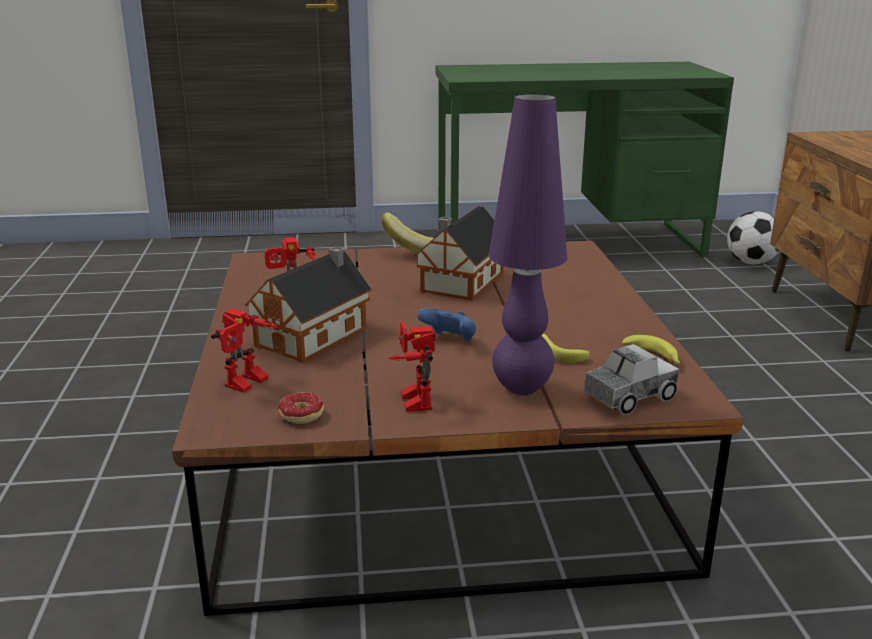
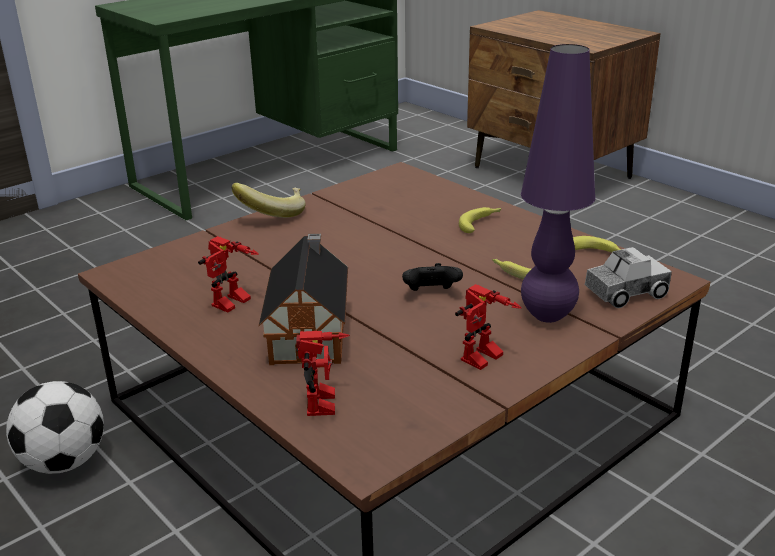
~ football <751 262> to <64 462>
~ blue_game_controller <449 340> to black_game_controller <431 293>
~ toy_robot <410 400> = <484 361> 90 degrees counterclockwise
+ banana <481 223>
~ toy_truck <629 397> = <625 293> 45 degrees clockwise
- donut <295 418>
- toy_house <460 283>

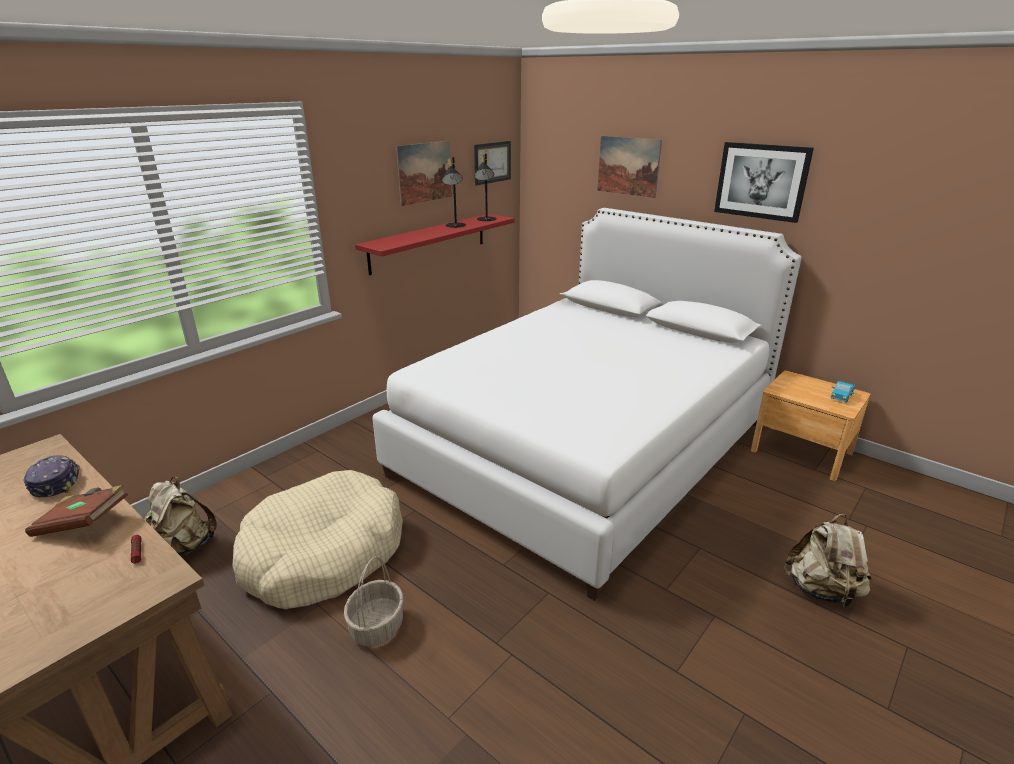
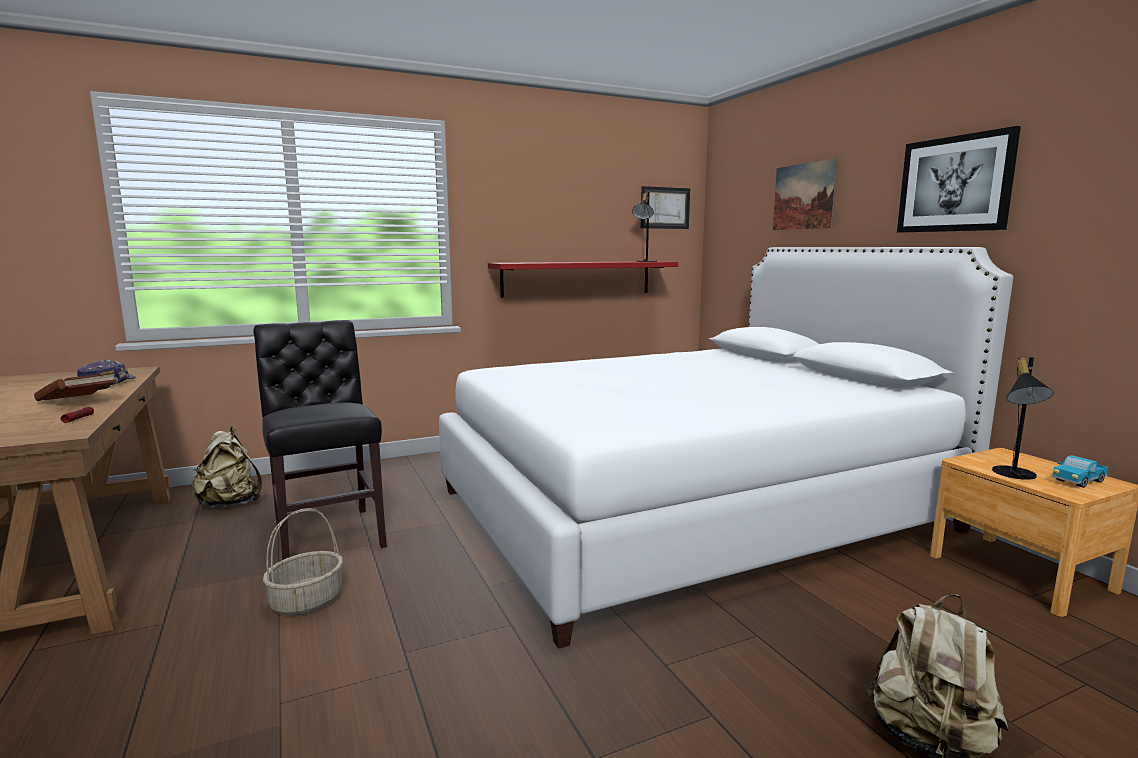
~ beige_dog_bed <323 553> to black_chair <328 534>
~ black_table_lamp <455 226> to <1014 475>
- picture <425 172>

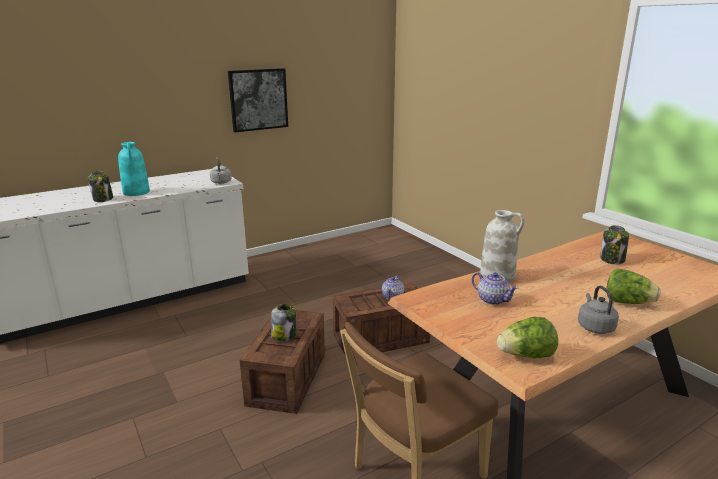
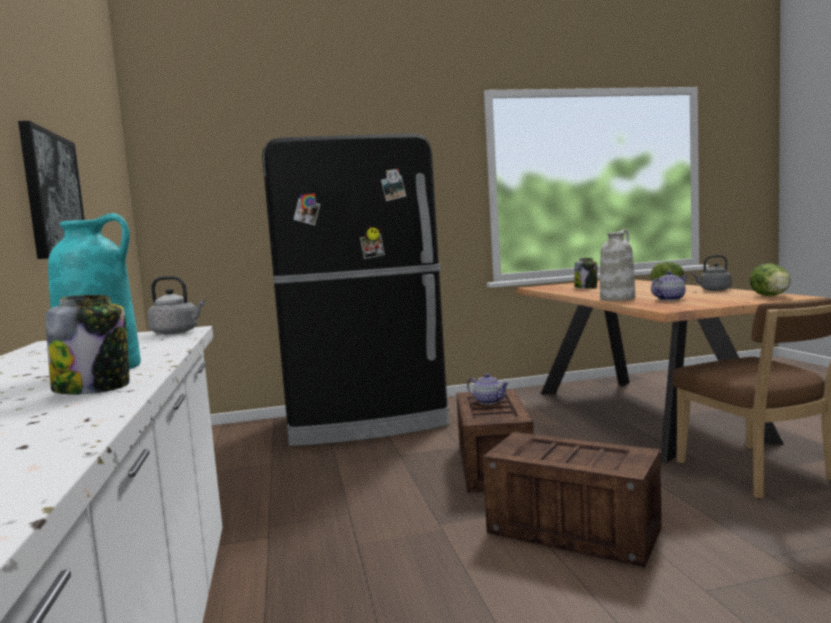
+ black_fridge <366 422>
- jar <284 335>

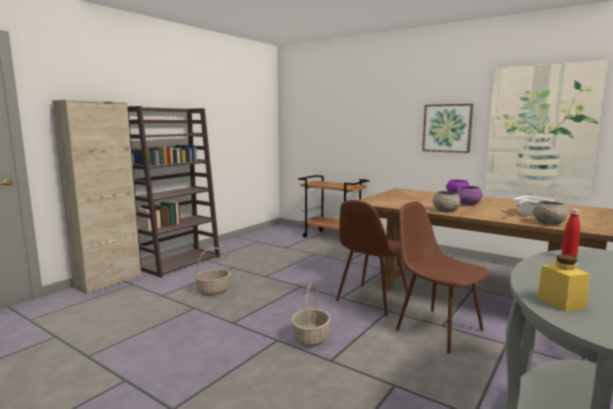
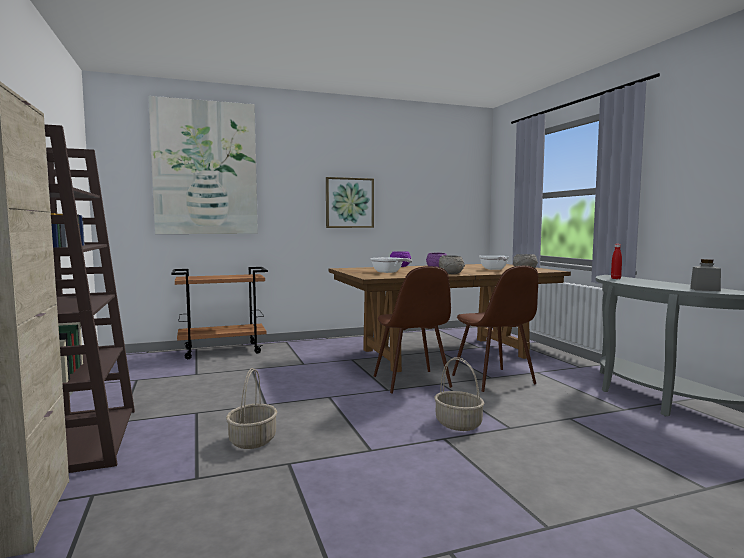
~ picture <540 130> to <205 168>
+ frying_pan <389 272>
~ brown_chair <437 329> = <494 380> 105 degrees counterclockwise
~ yellow_jar <561 302> to grey_jar <705 289>

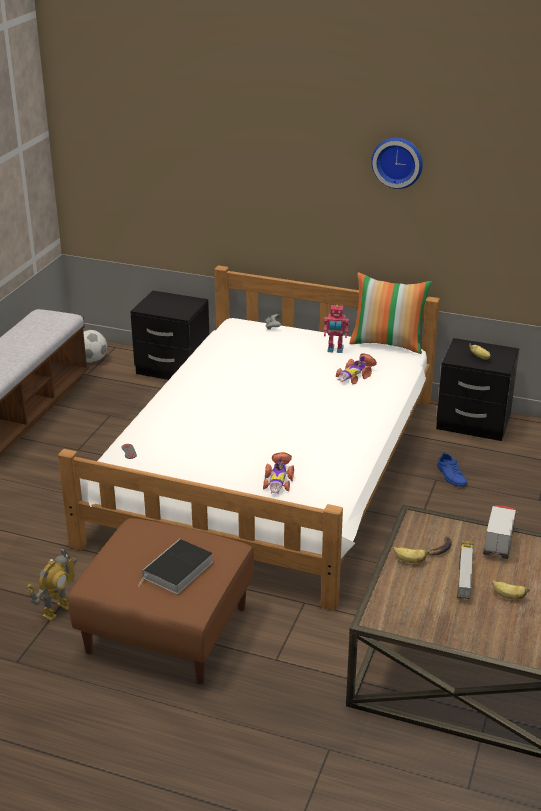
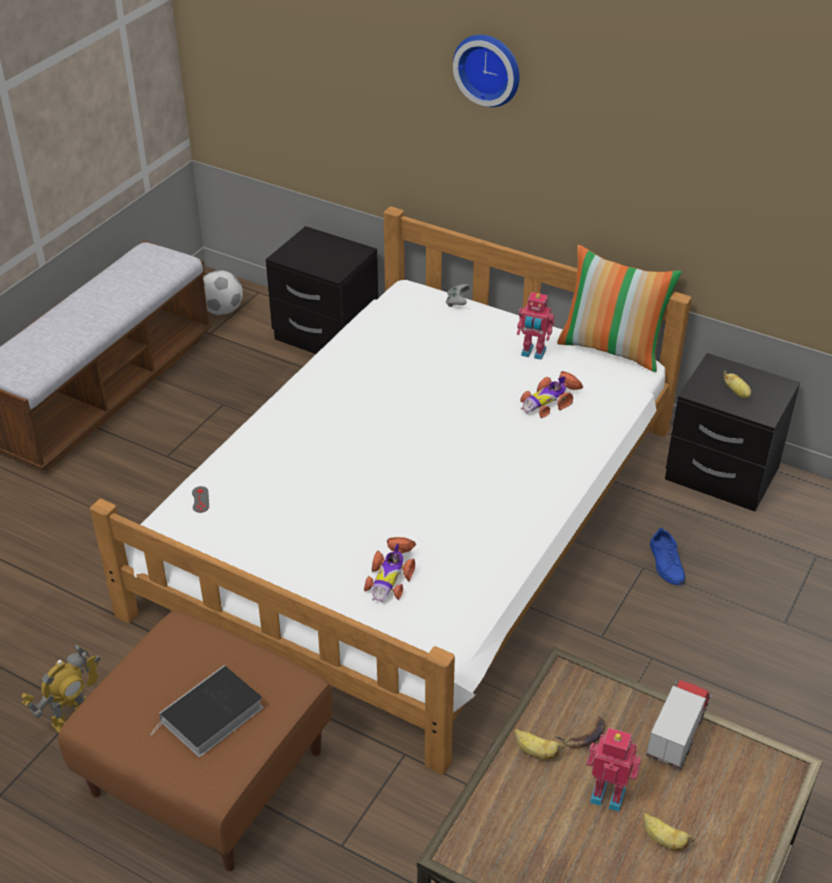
~ wall_clock <398 161> to <489 68>
~ toy_truck <464 577> to toy_robot <608 793>

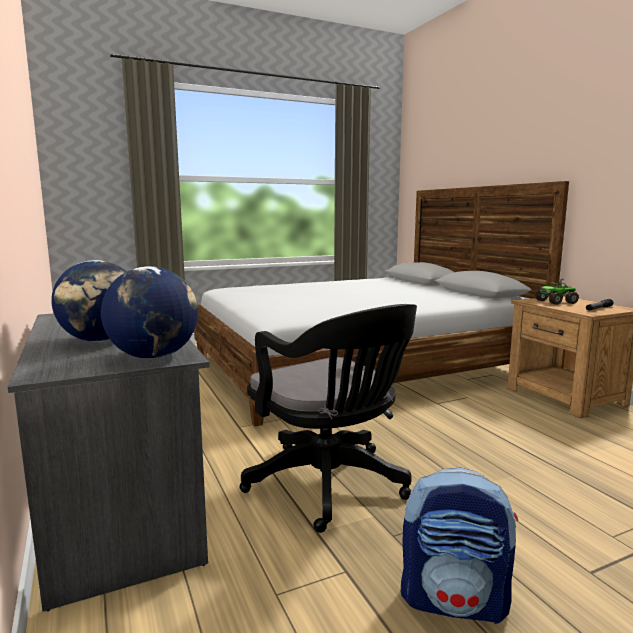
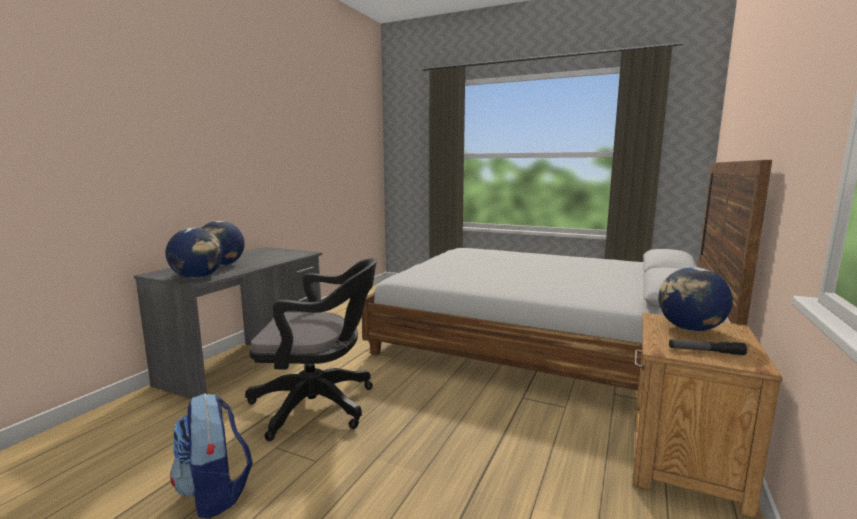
~ black_office_chair <331 486> = <320 405> 105 degrees counterclockwise
~ toy_truck <556 302> to globe <690 329>

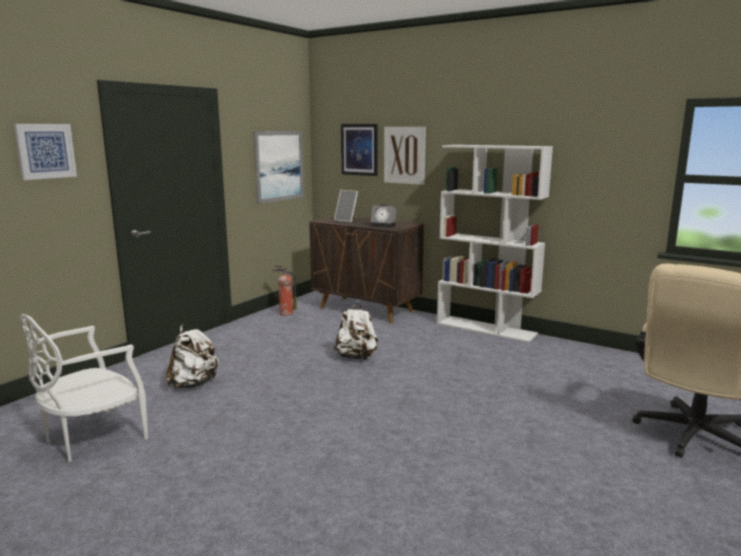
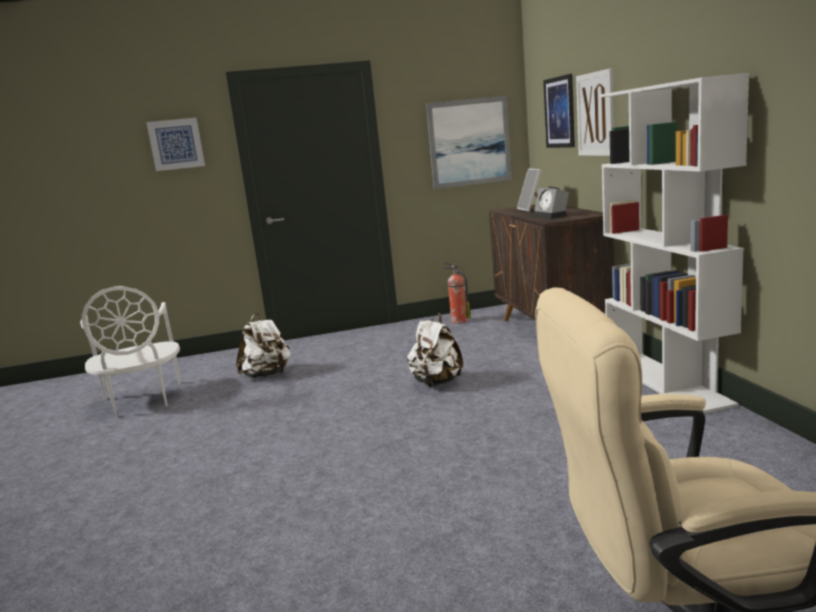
~ white_chair <92 438> = <142 401> 105 degrees counterclockwise

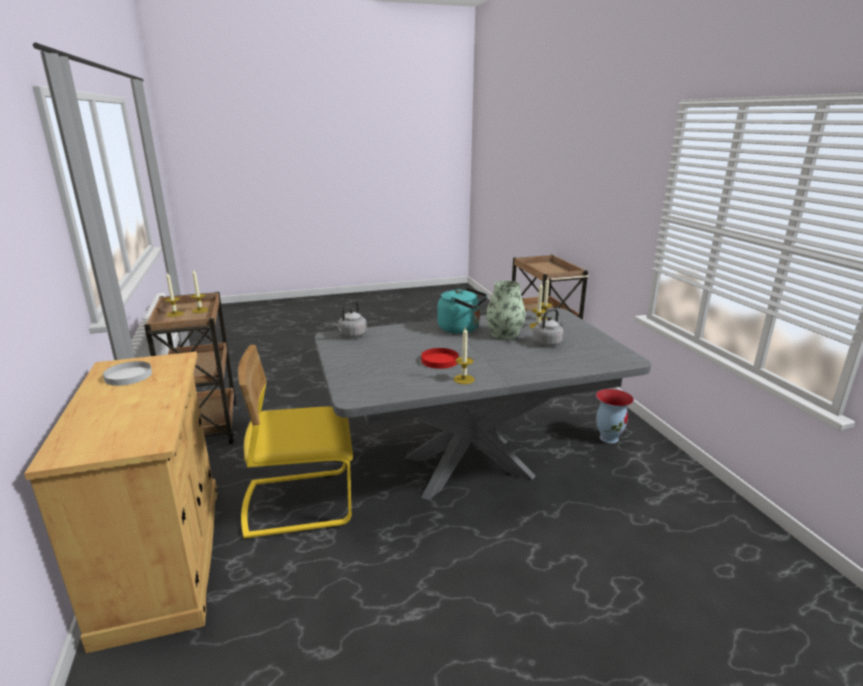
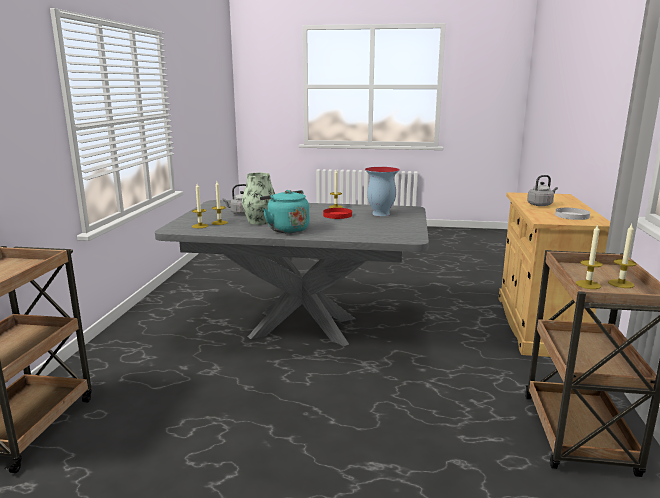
~ vase <609 437> to <380 214>
~ grey_kettle <351 335> to <540 205>
- yellow_chair <299 502>

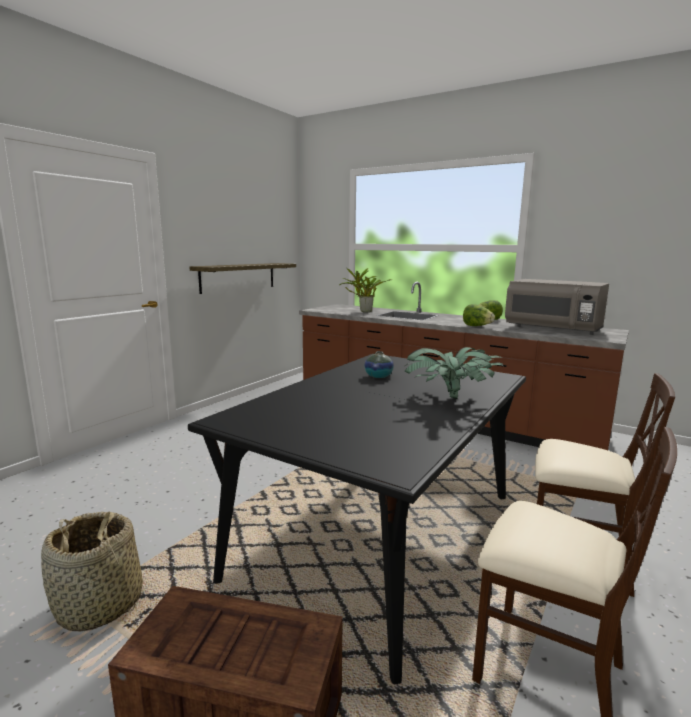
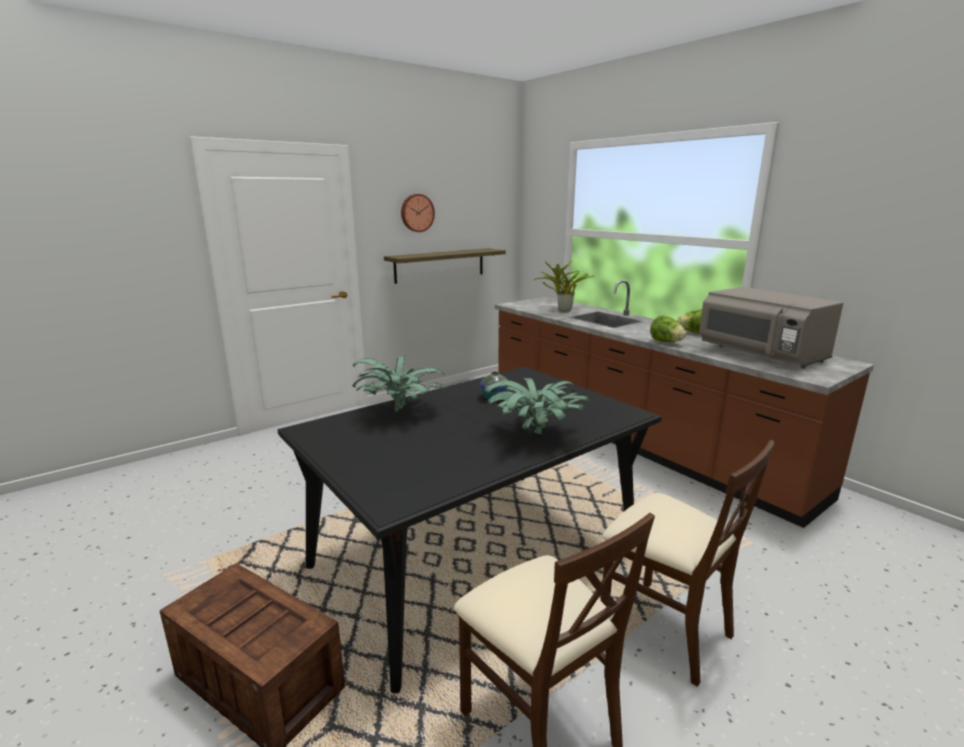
+ potted_plant <400 412>
+ wall_clock <417 213>
- basket <100 605>

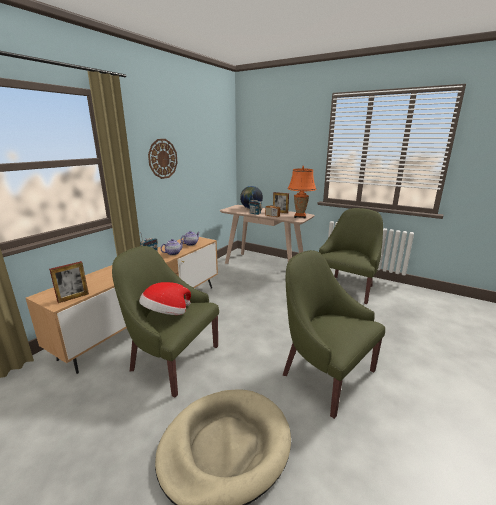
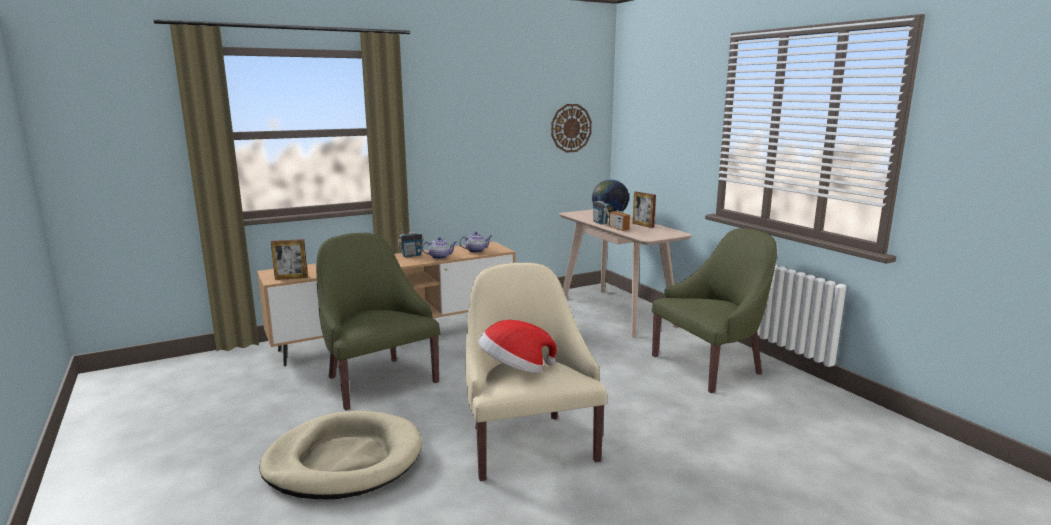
~ green_armchair <325 374> to beige_armchair <527 443>
~ hat <166 314> to <515 369>
~ wall_clock <162 159> to <571 128>
- orange_table_lamp <300 216>

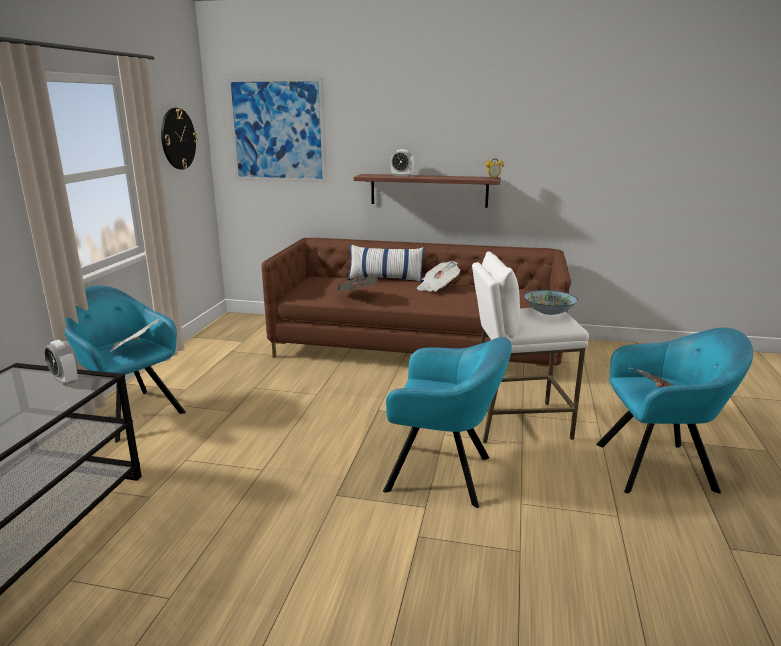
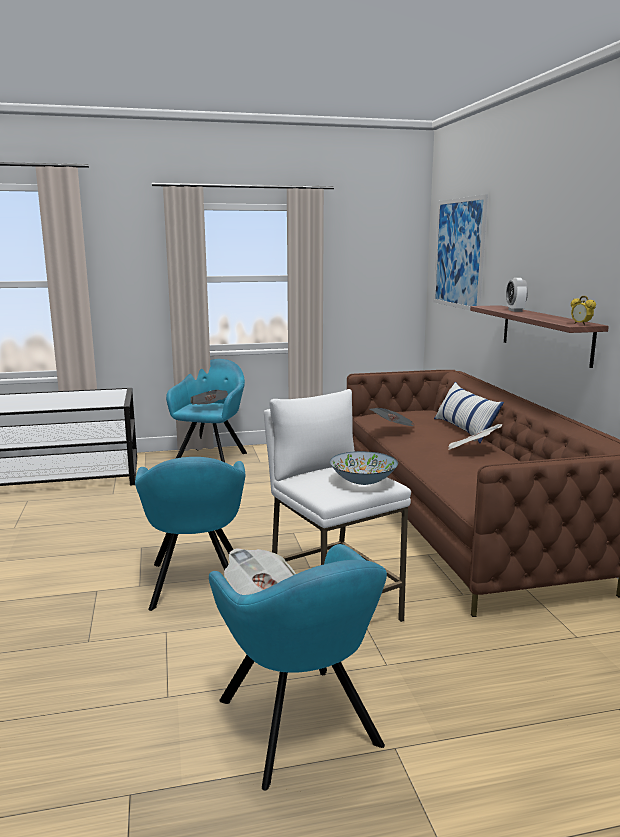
- alarm_clock <65 380>
- wall_clock <178 139>

